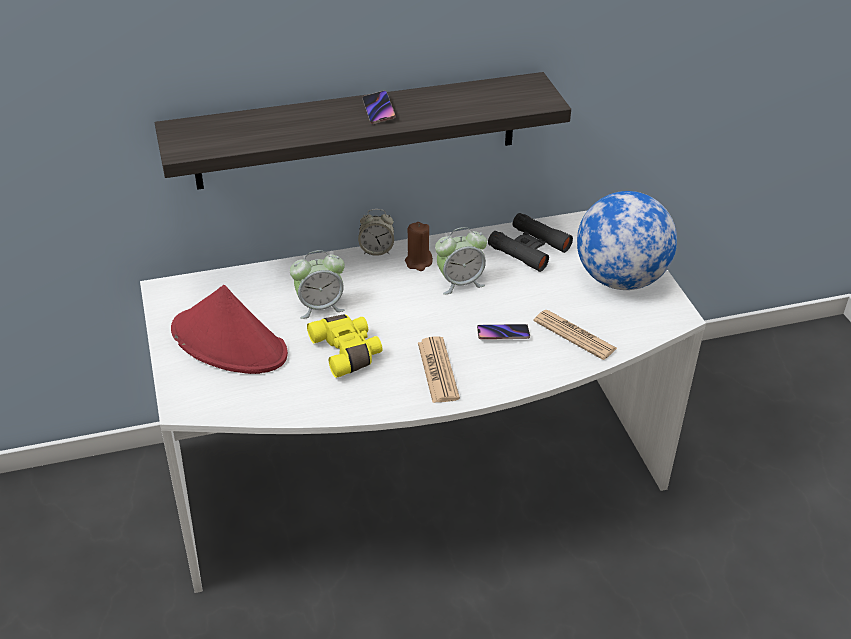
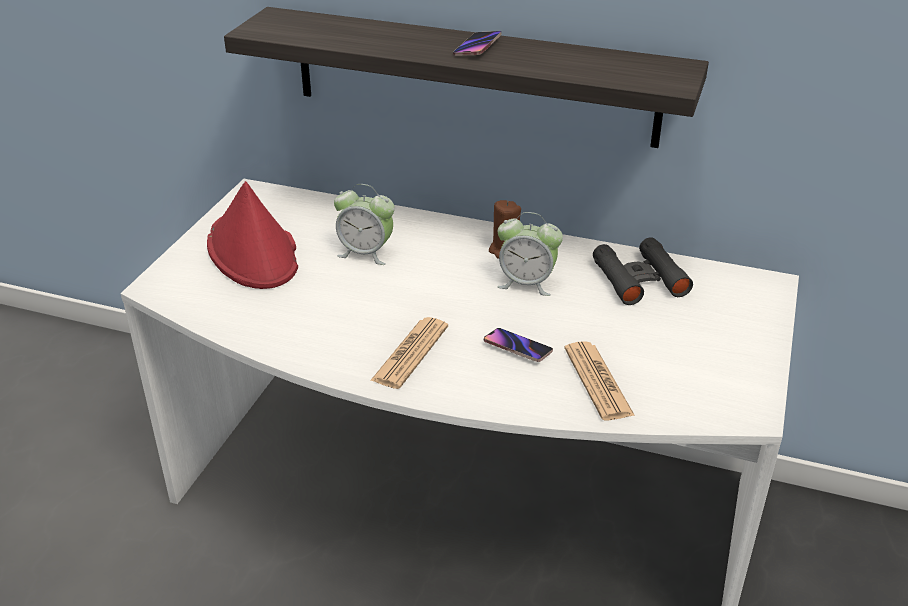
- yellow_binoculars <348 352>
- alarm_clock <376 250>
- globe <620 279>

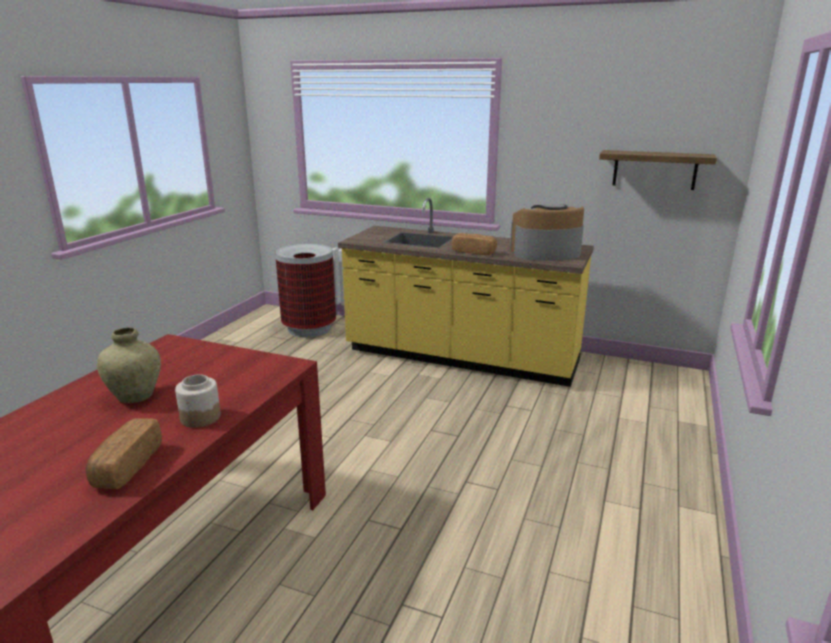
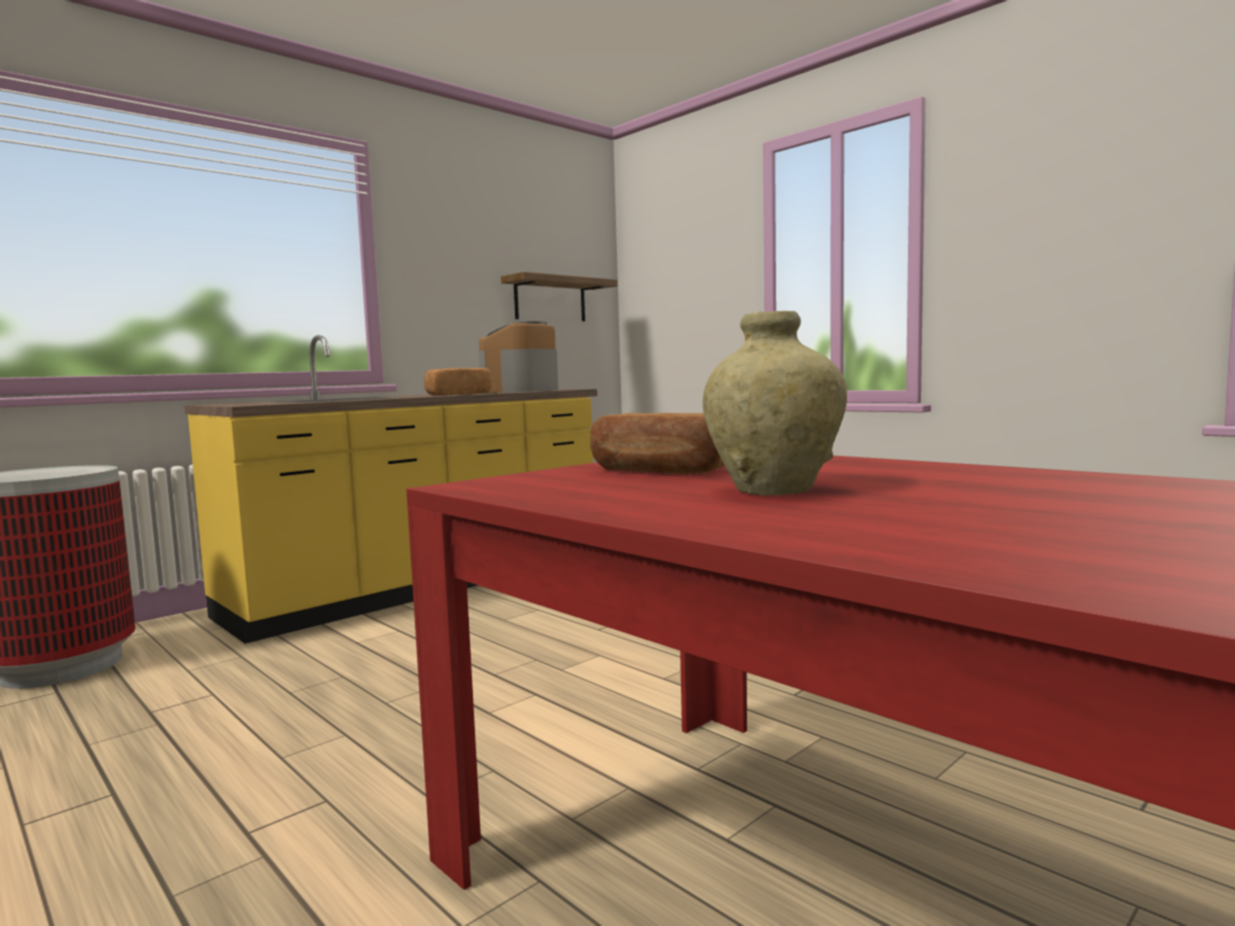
~ bread <126 466> to <658 471>
- jar <200 417>

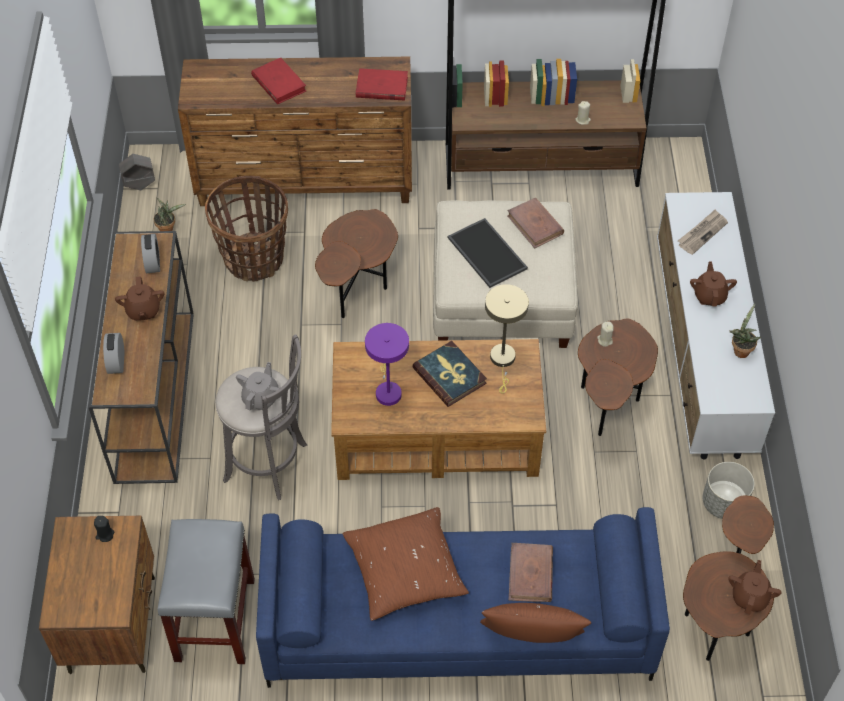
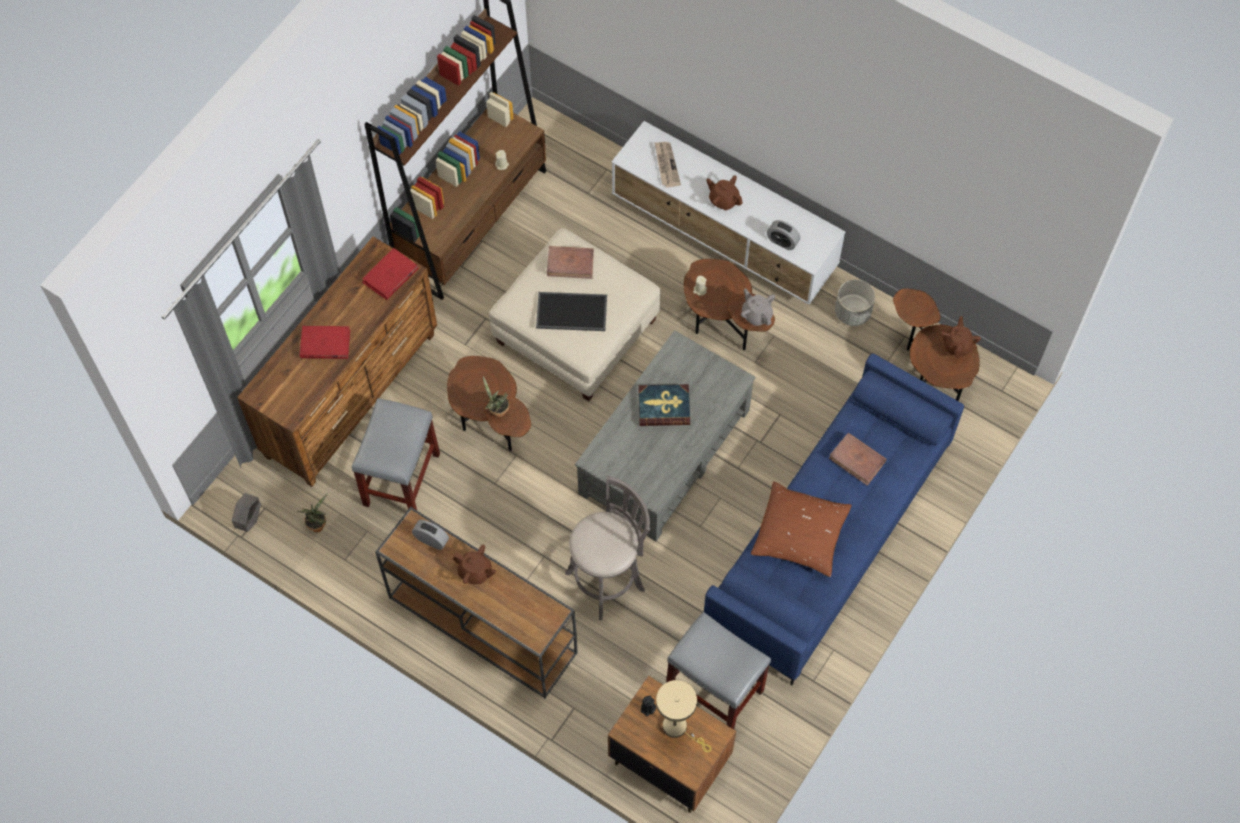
~ basket <254 259> to grey_stool <401 478>
~ potted_plant <740 350> to <497 410>
~ brown_coffee_table <435 432> to grey_coffee_table <663 452>
~ beige_table_lamp <503 361> to <679 728>
~ grey_teapot <261 398> to <756 315>
~ alarm_clock <116 362> to <782 241>
~ brown_teapot <750 597> = <957 345> 45 degrees clockwise
- purple_table_lamp <387 390>
- brown_pillow <531 643>

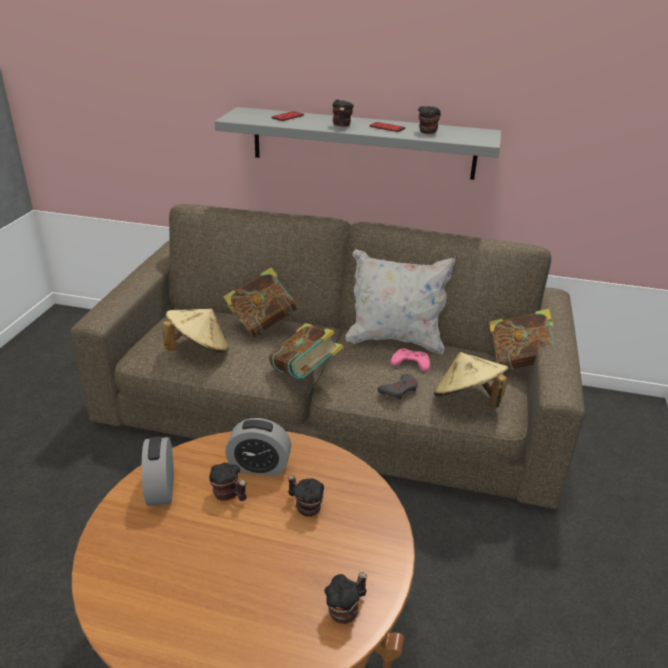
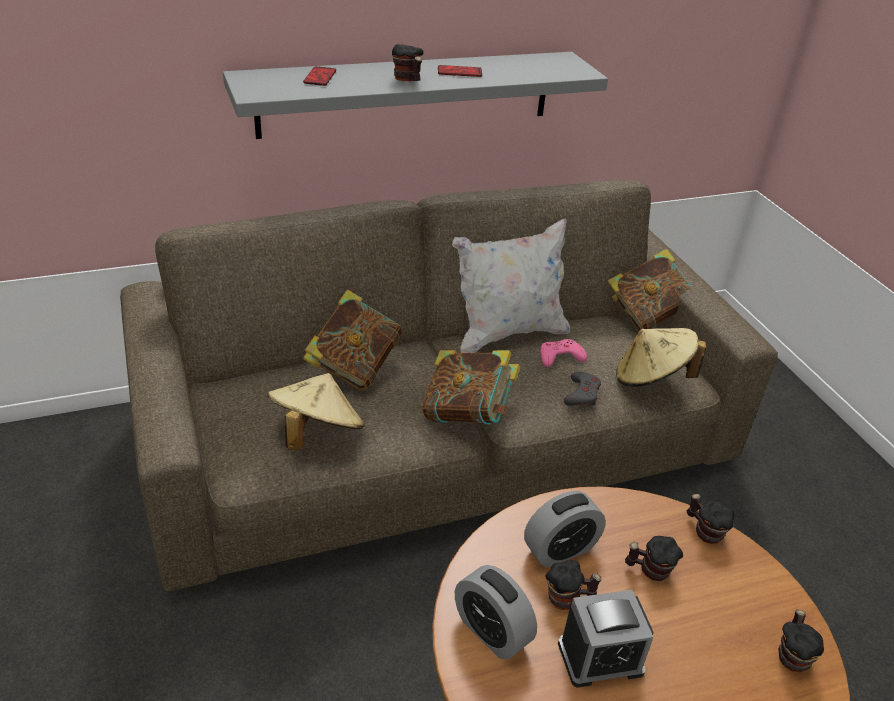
+ alarm_clock <600 657>
~ mug <427 131> to <704 531>

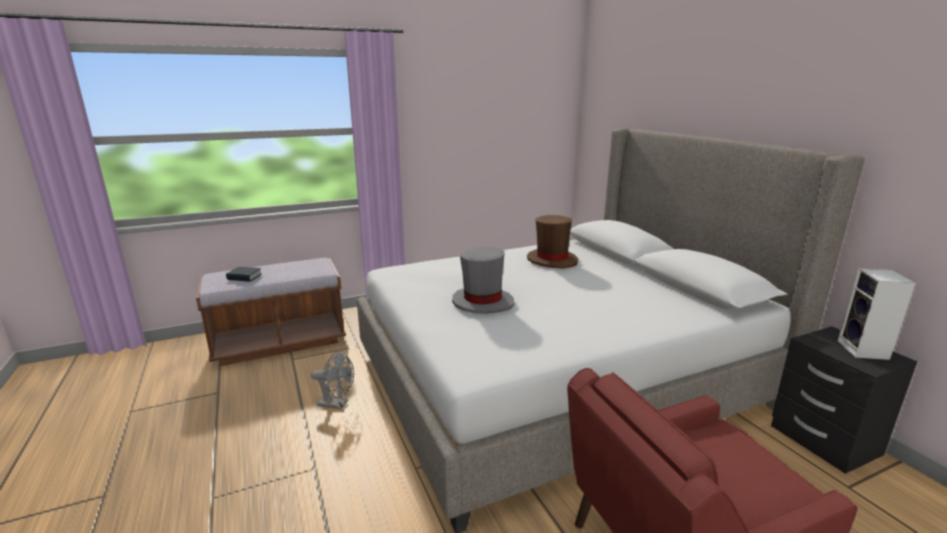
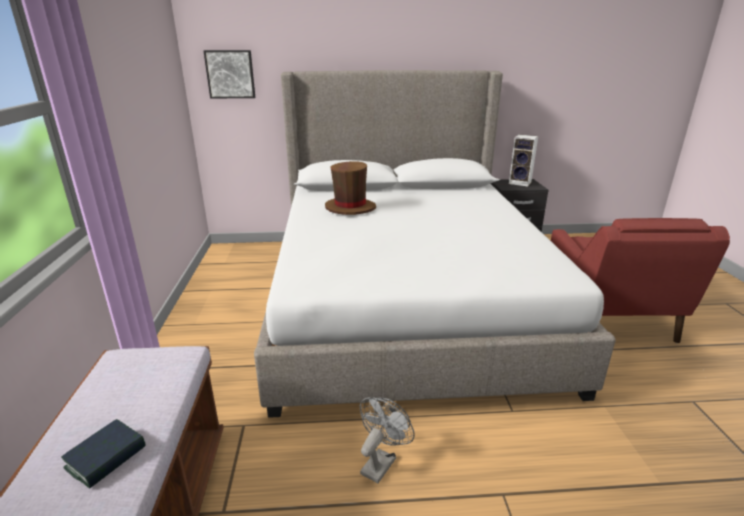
+ picture <230 74>
- grey_hat <482 302>

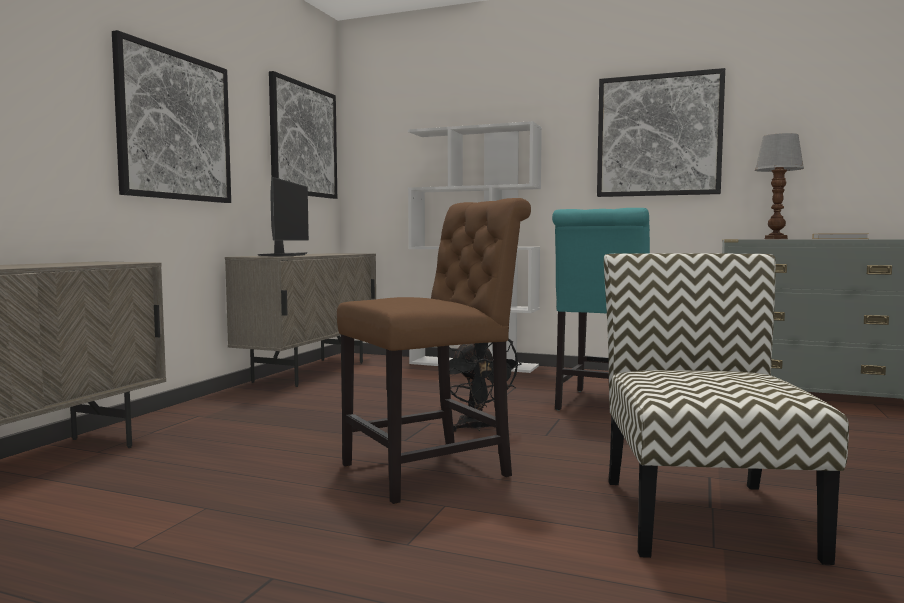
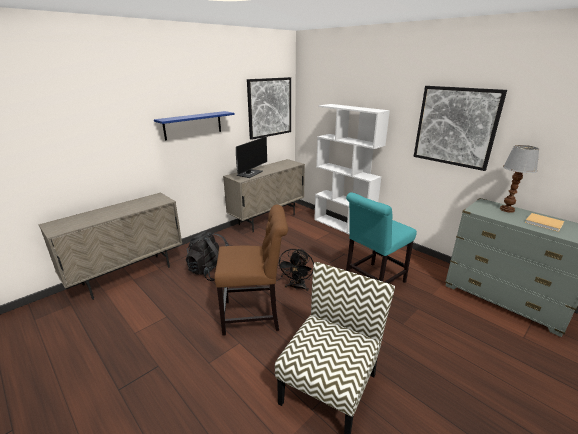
~ picture <175 126> to blue_shelf <193 125>
+ black_backpack <211 272>

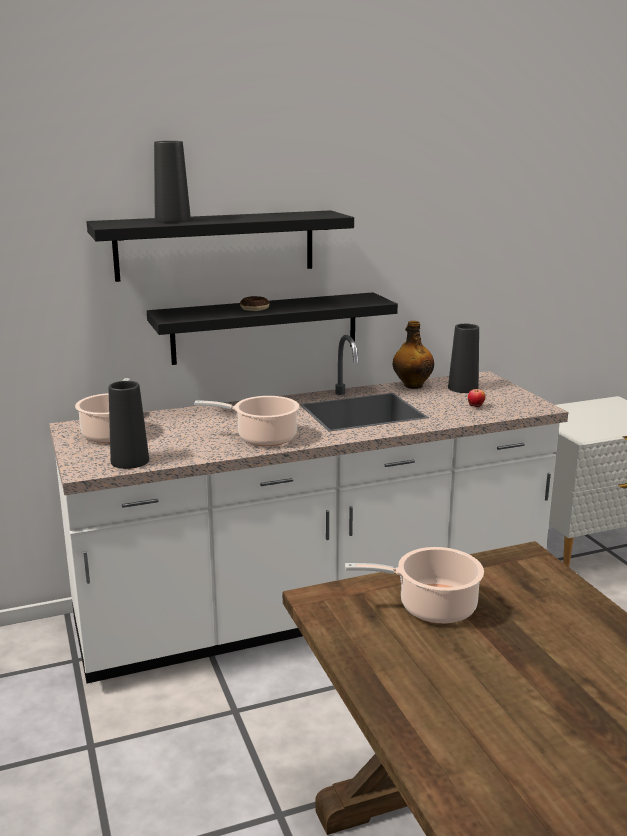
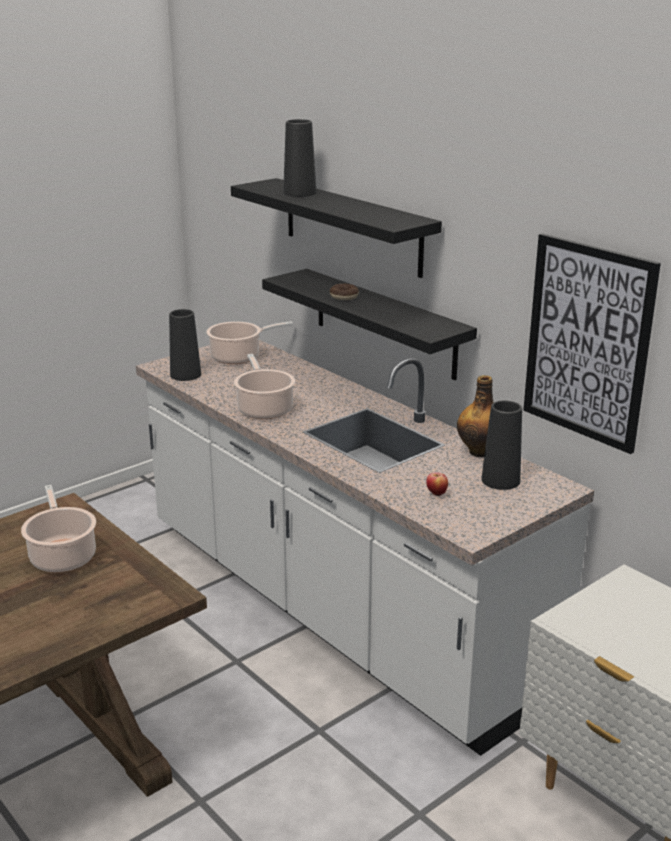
+ picture <587 342>

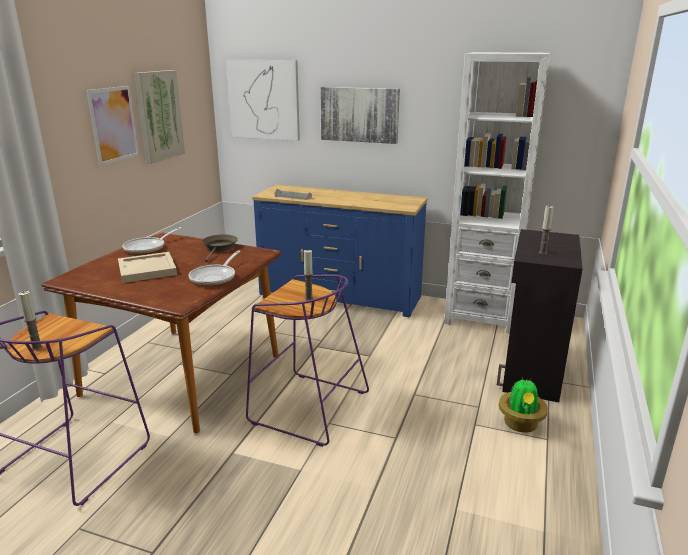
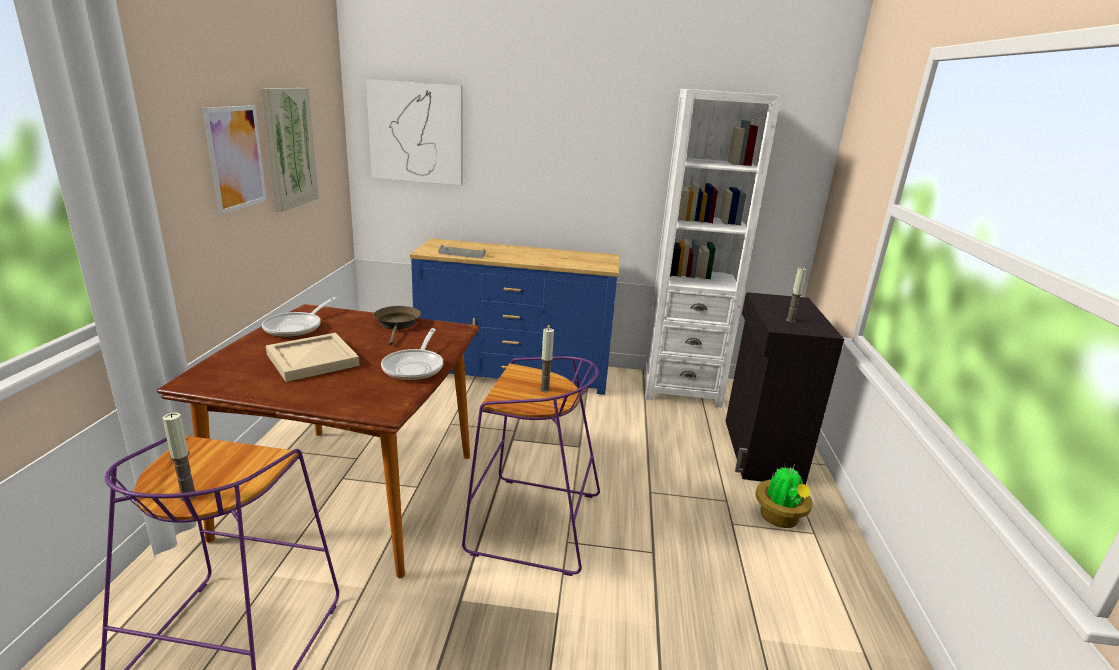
- picture <359 114>

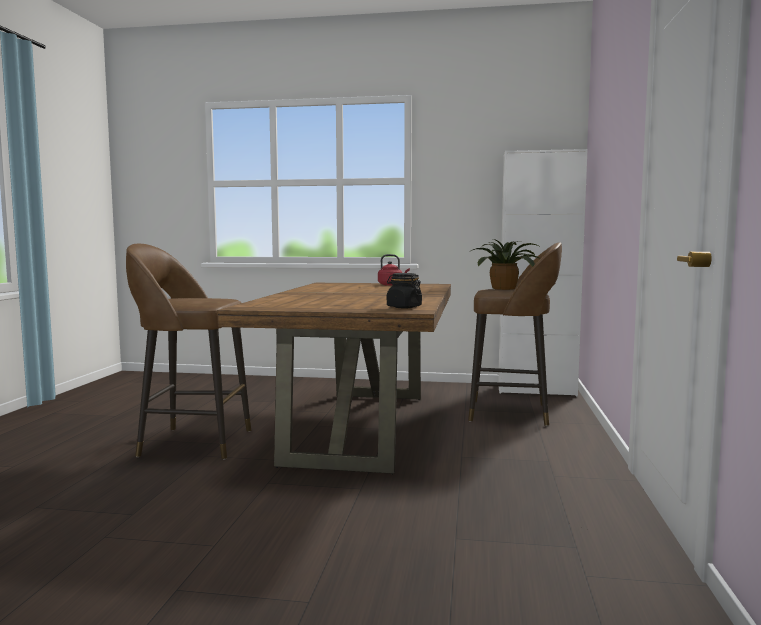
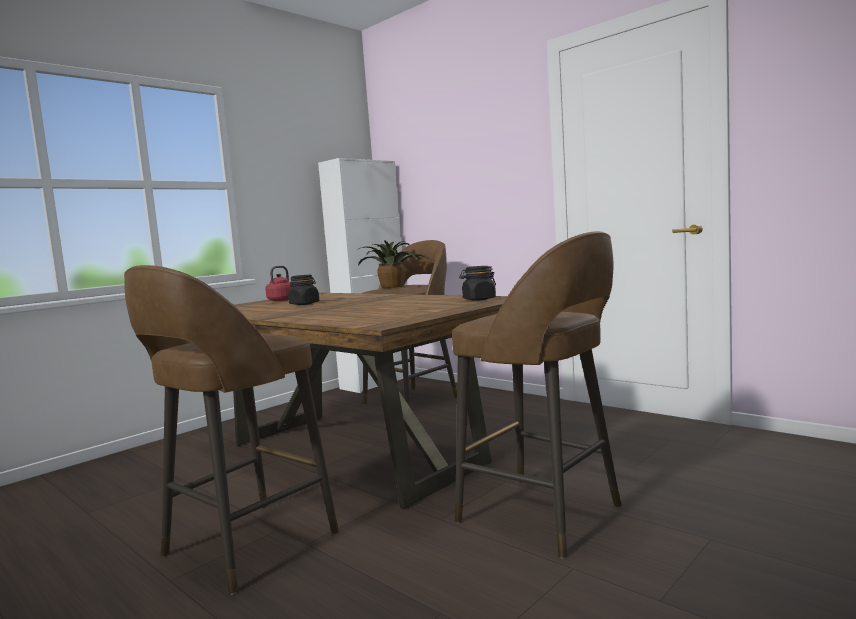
+ black_jar <304 304>
+ brown_stool <543 515>

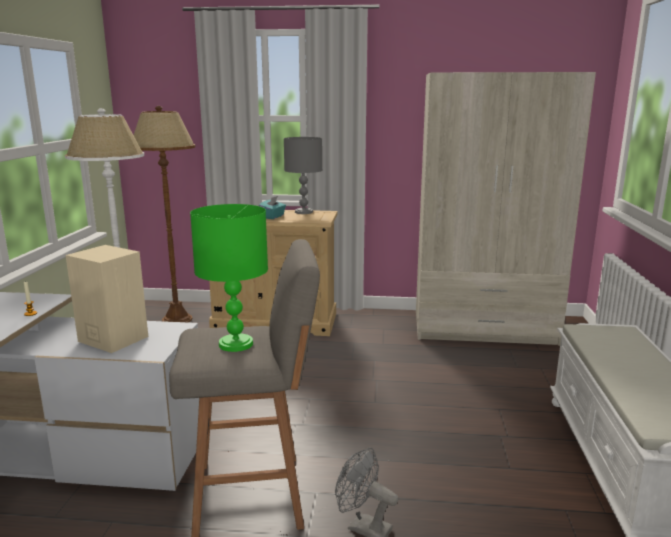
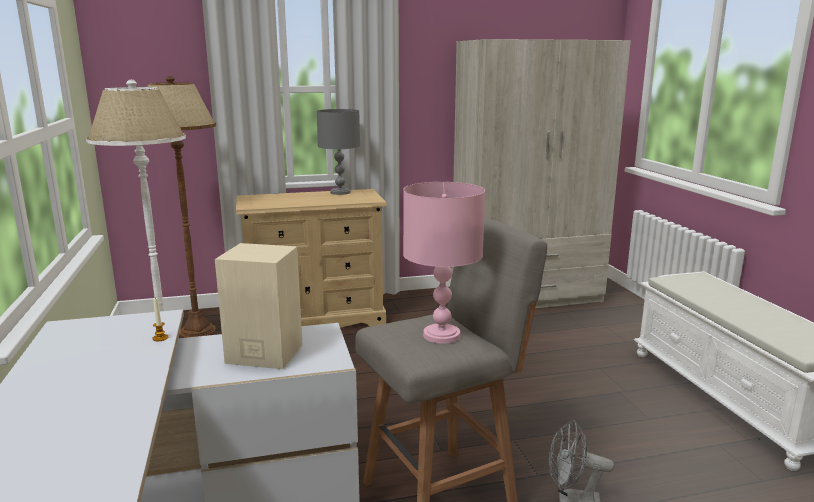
~ green_table_lamp <235 344> to pink_table_lamp <441 335>
- turquoise_tissue_box <273 217>

